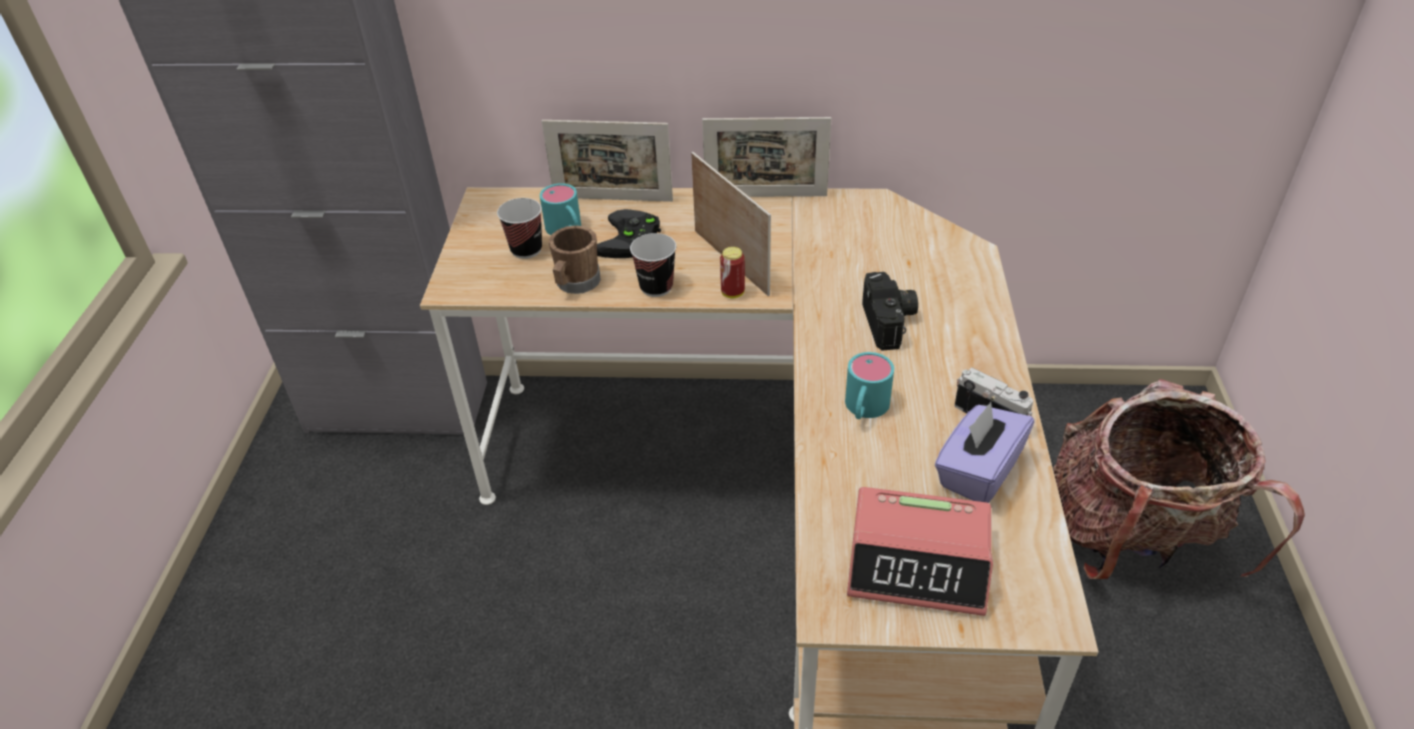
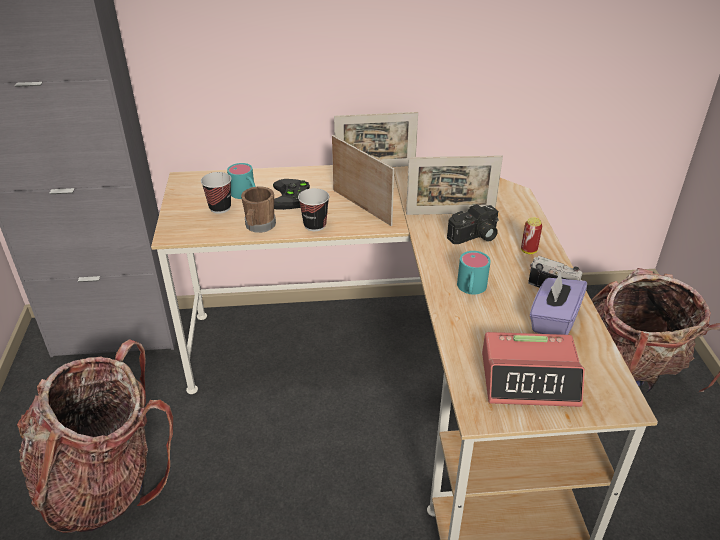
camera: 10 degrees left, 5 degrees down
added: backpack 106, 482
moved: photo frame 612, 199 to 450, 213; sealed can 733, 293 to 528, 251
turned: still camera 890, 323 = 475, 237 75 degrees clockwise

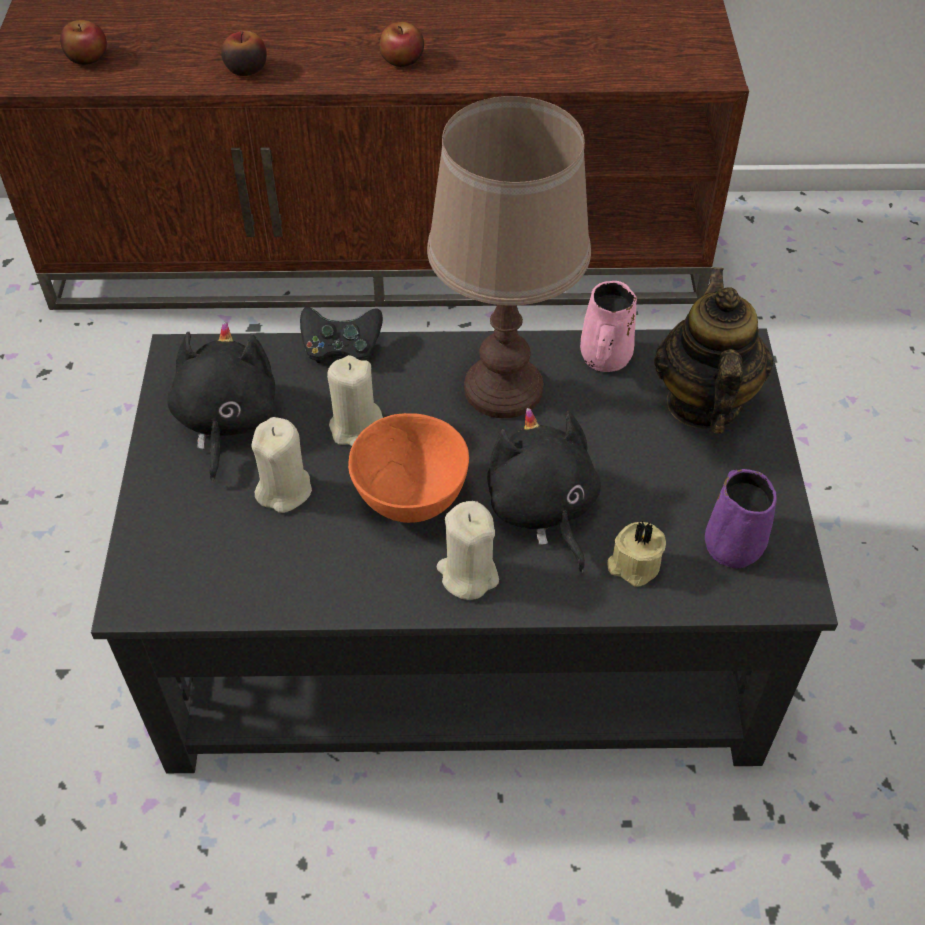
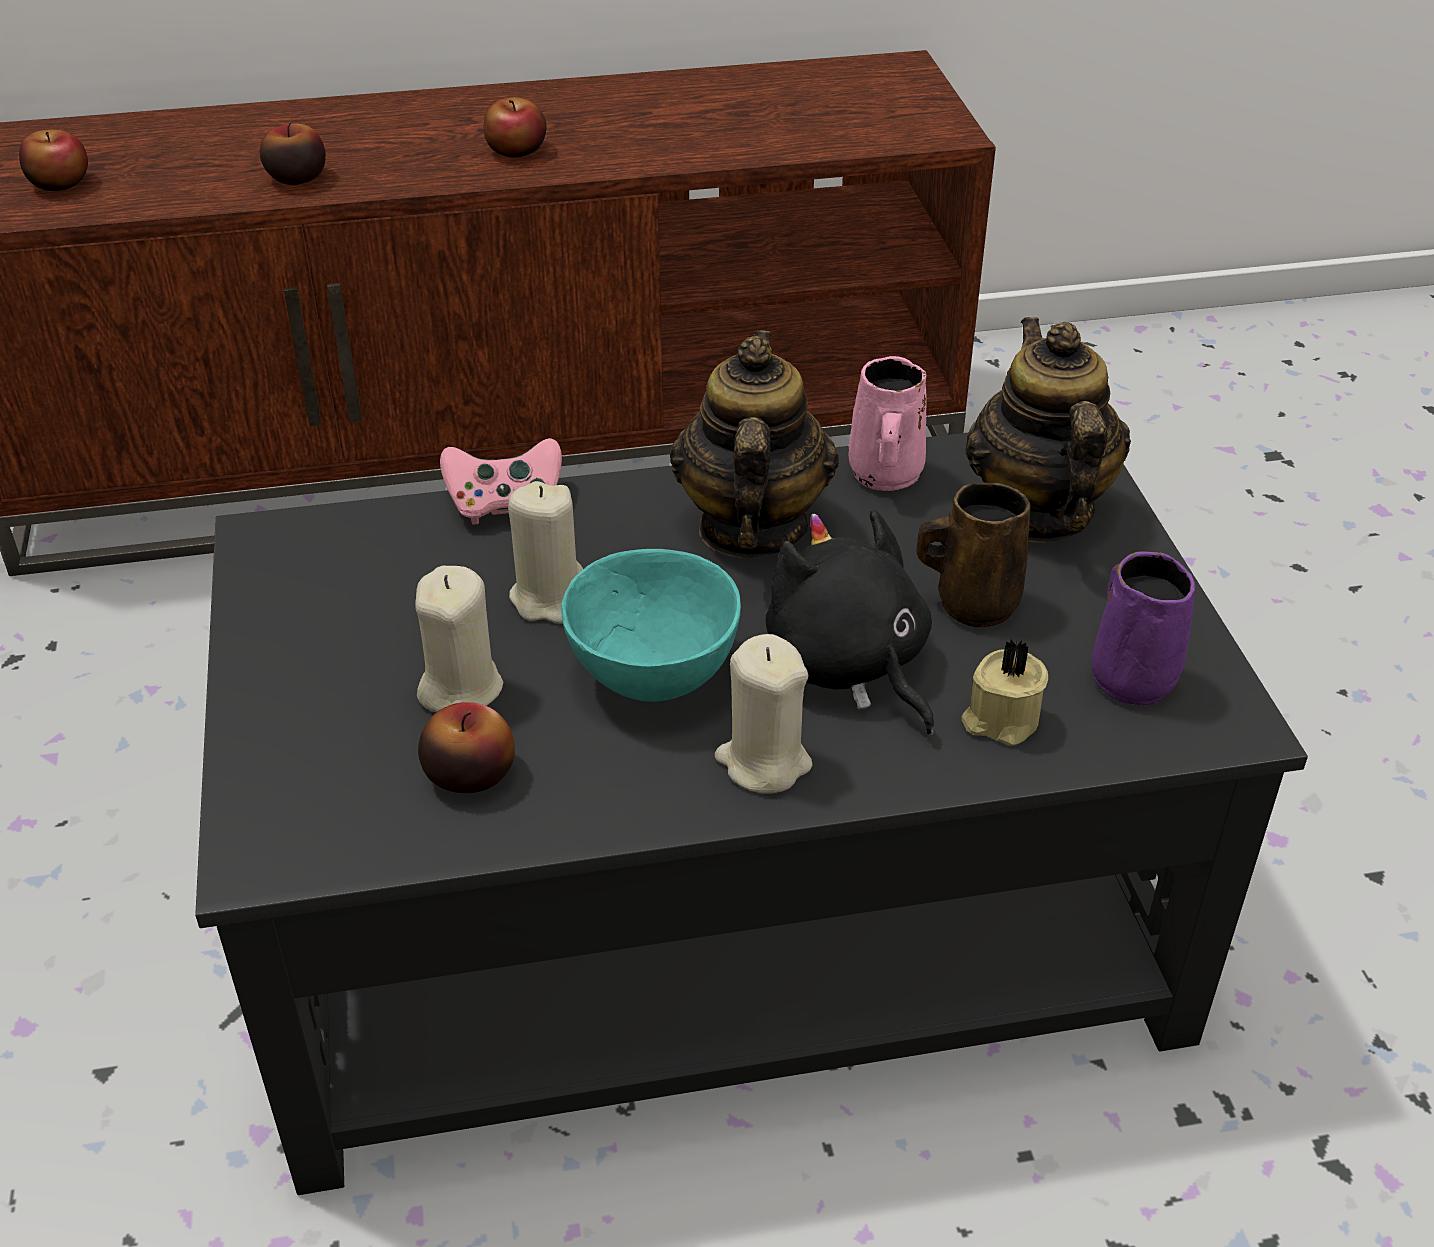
camera: 10 degrees left, 10 degrees down
removed: cuddly toy (blackish) 226, 421
added: whole apple 469, 773; tea mug (brown-coloured) 972, 603
replaced: table lamp (brown-coloured) 502, 389 to pot for tea 751, 527
recoloured: joypad (blackish) 341, 349 to joypad (pink-coloured) 504, 504; deep dish (orange) 410, 500 to deep dish (turquoise) 653, 678

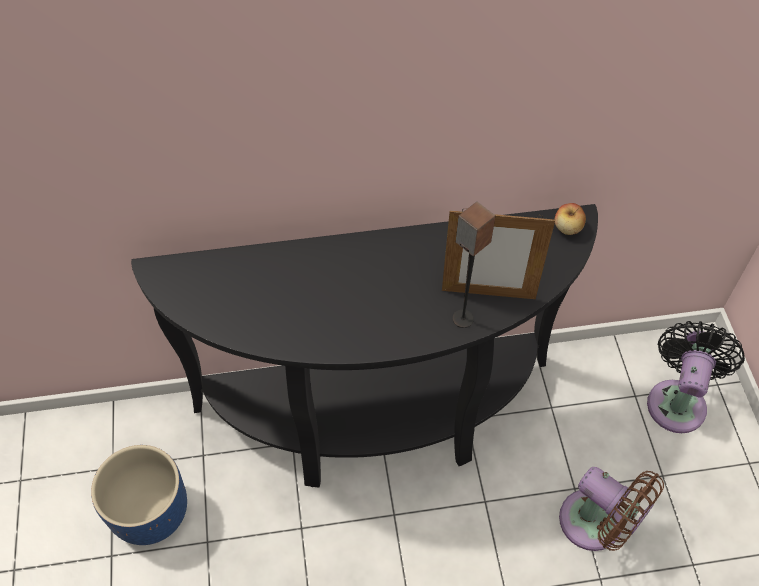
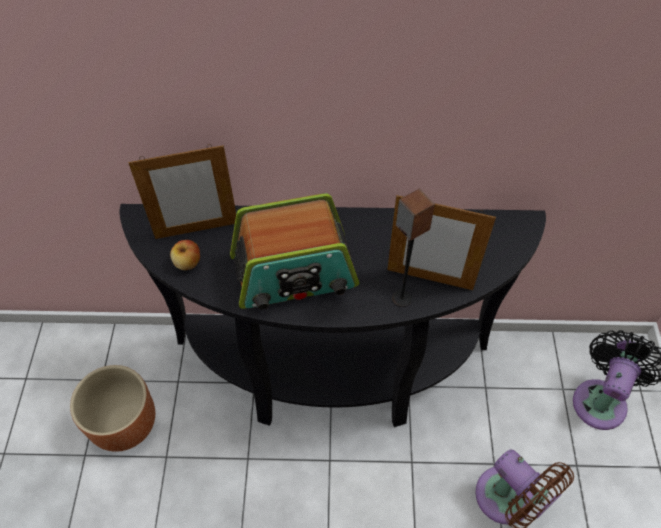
camera: 10 degrees right, 0 degrees up
added: photo frame 196, 230; radio 294, 272
moved: whole apple 567, 228 to 188, 263
recoloured: plant pot (bluish) 151, 512 to plant pot (brown-coloured) 125, 423

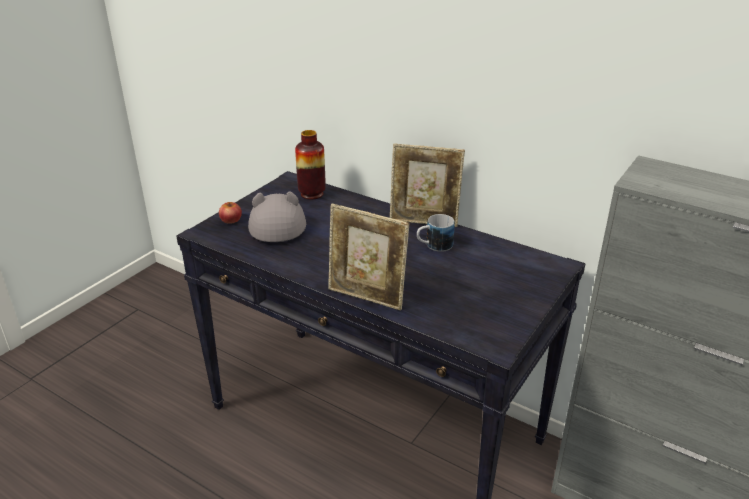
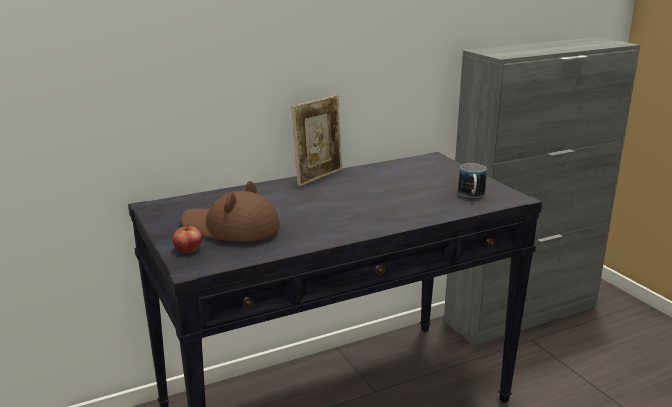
camera: 60 degrees left, 10 degrees down
removed: decorative vase 312, 194; photo frame 367, 297
moved: tea mug 433, 246 to 471, 195
recoloured: hat (greyish) 277, 222 to hat (brown-coloured) 230, 228

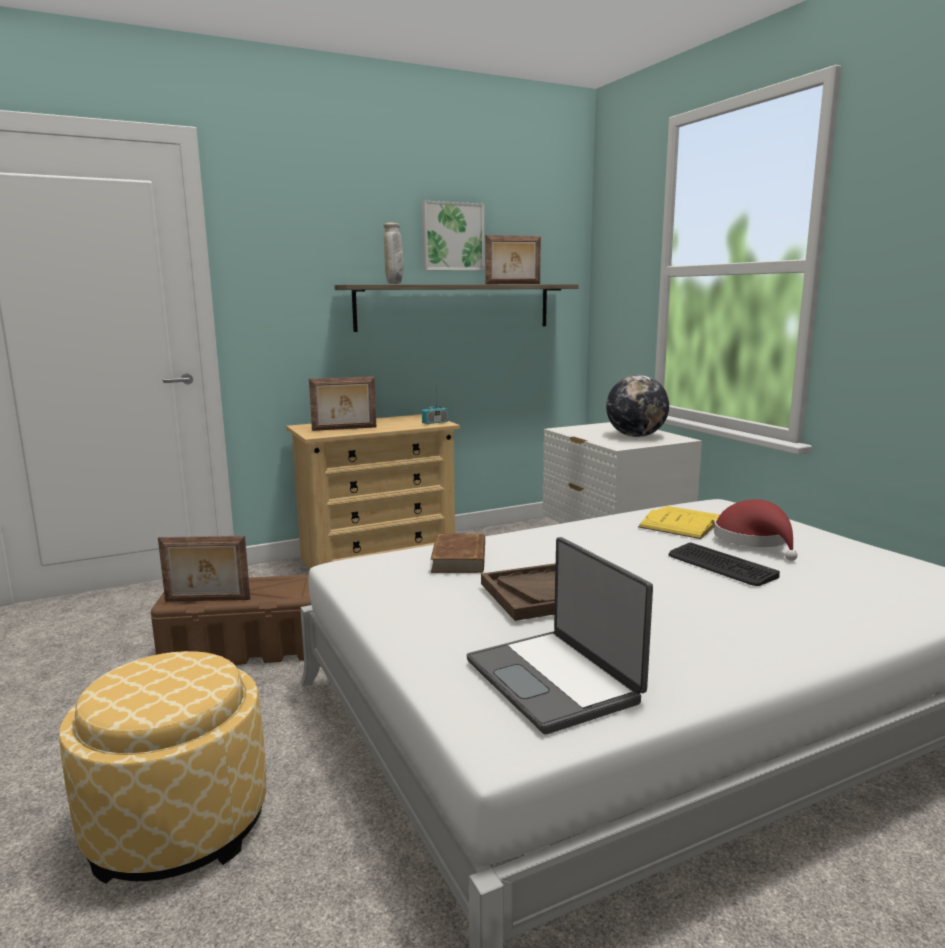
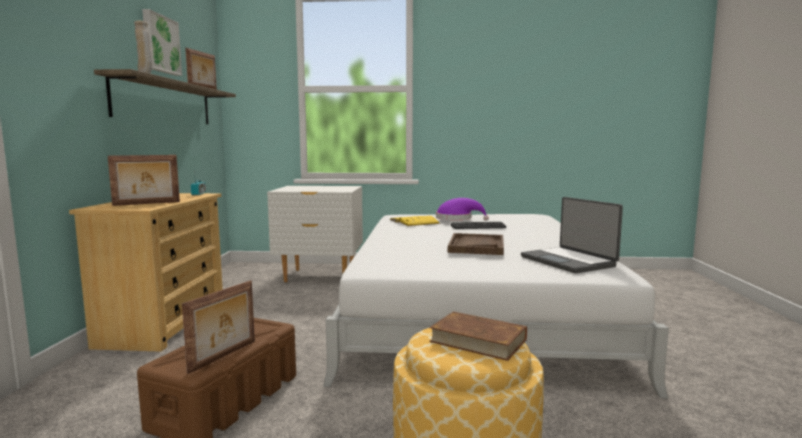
camera: 60 degrees left, 5 degrees down
removed: globe 635, 436
moved: volume (brown-coloured) 460, 558 to 477, 340
recoloured: hat (red-coloured) 754, 540 to hat (purple) 457, 219
turned: photo frame 344, 429 = 147, 203 45 degrees clockwise; portable computer 555, 680 = 569, 261 60 degrees clockwise

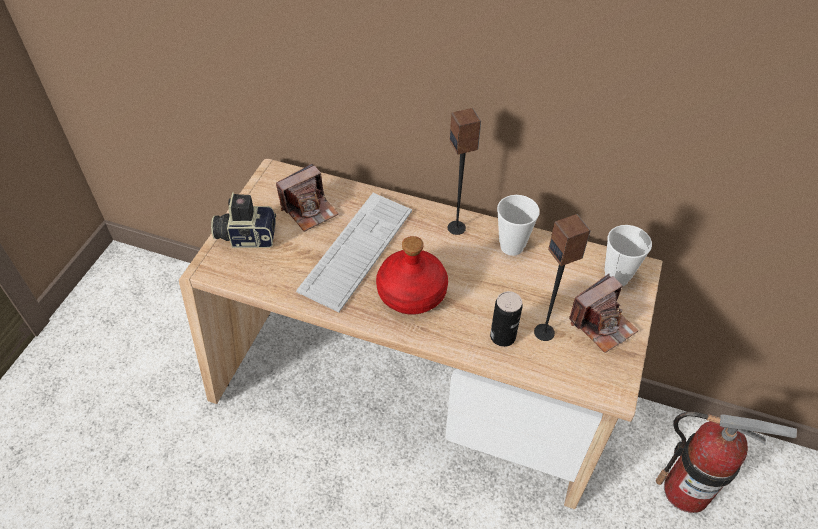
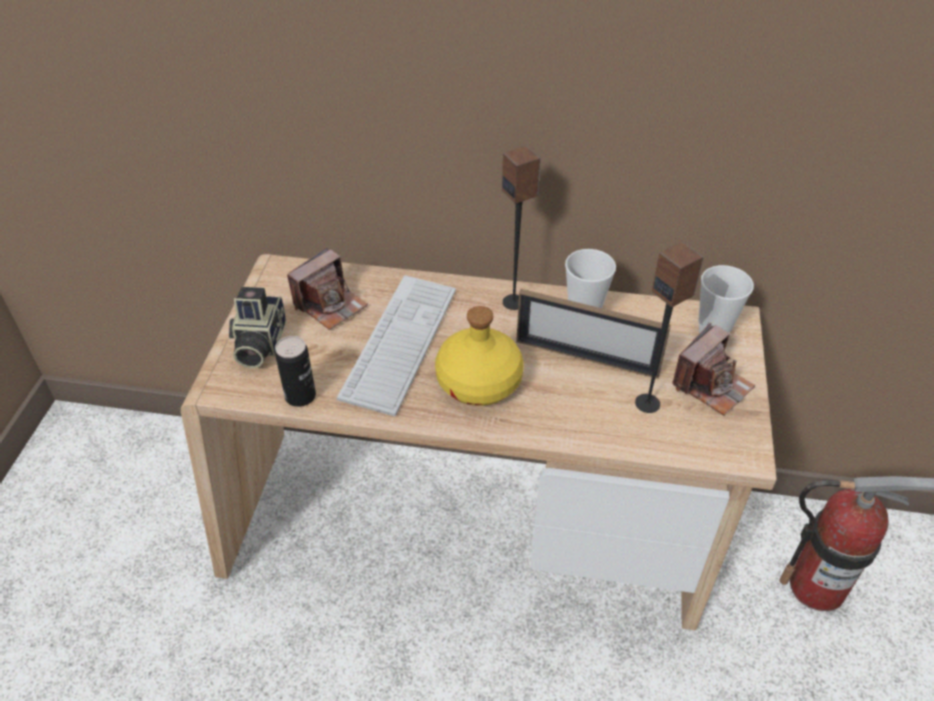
camera: 10 degrees left, 5 degrees down
added: photo frame 586, 358
moved: sealed can 502, 336 to 300, 396
recoloured: bottle (red-coloured) 411, 293 to bottle (yellow-coloured) 478, 382
turned: still camera 246, 235 = 258, 344 75 degrees counterclockwise

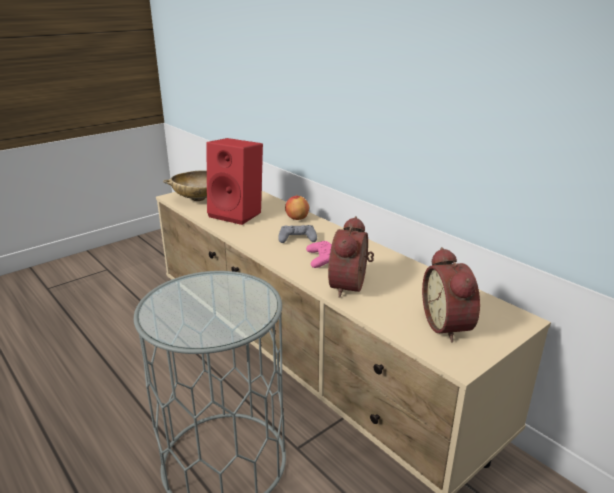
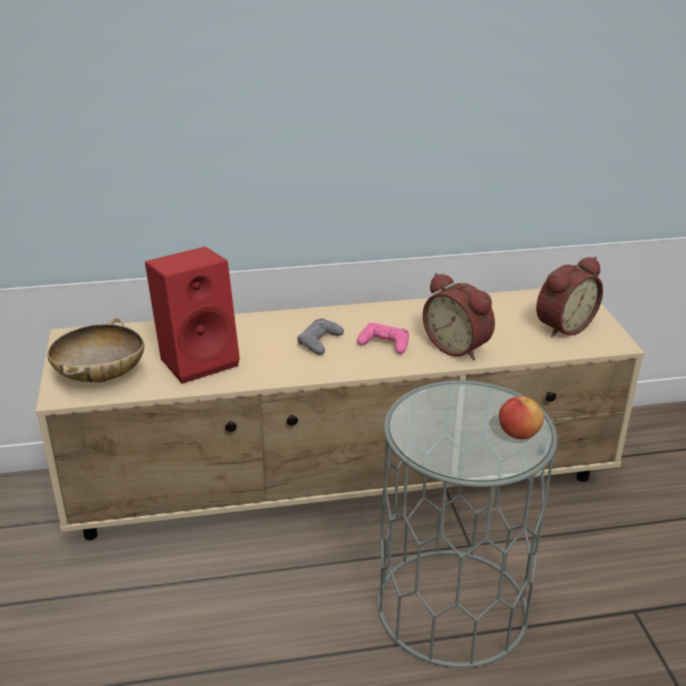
camera: 60 degrees left, 5 degrees up
moved: whole apple 297, 218 to 518, 434
turned: bedside clock 449, 325 = 562, 326 60 degrees counterclockwise

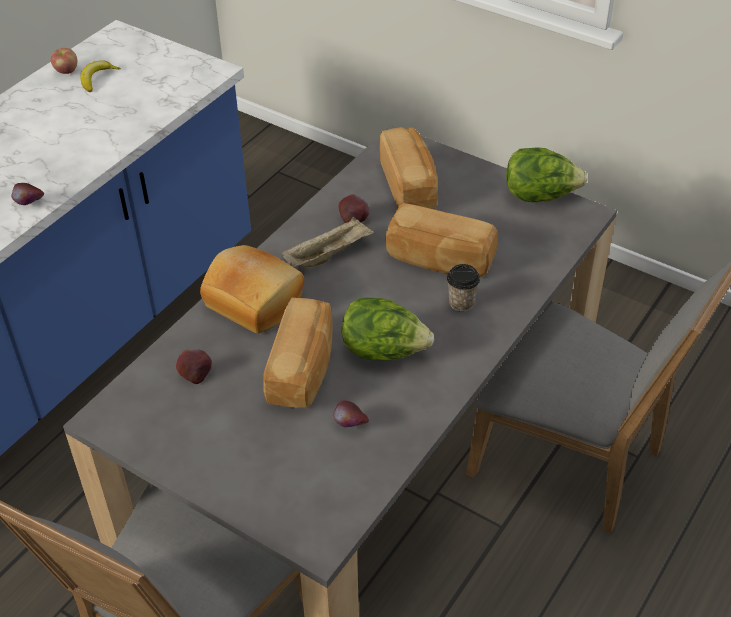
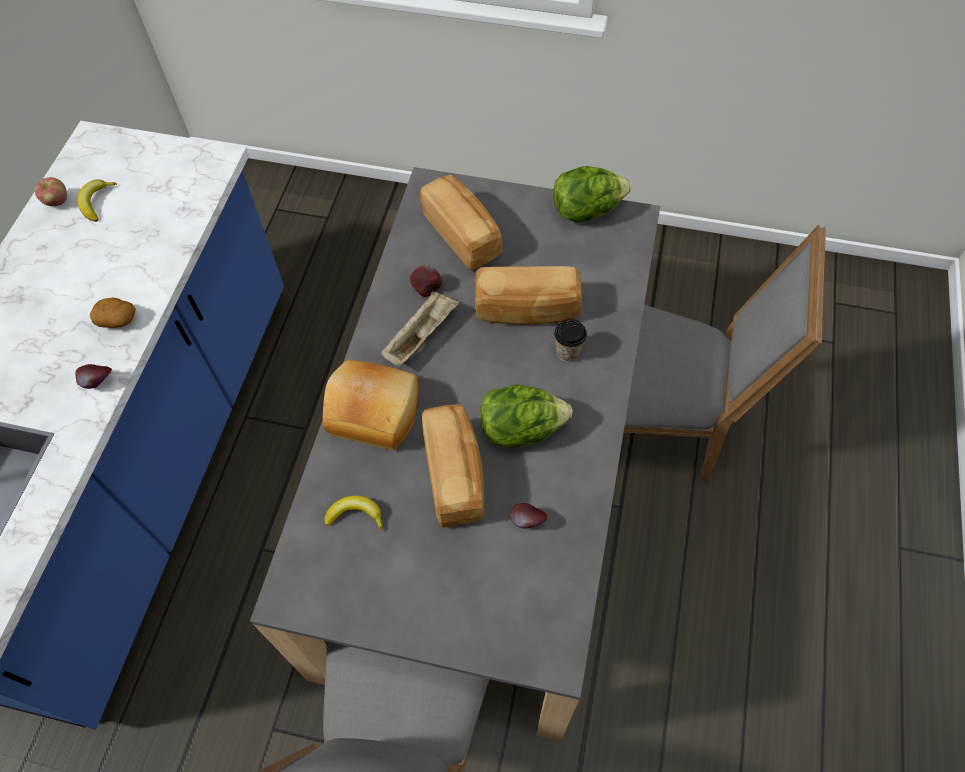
camera: 20 degrees left, 15 degrees up
added: spud 118, 319
replaced: whole apple 196, 374 to whole banana 355, 515

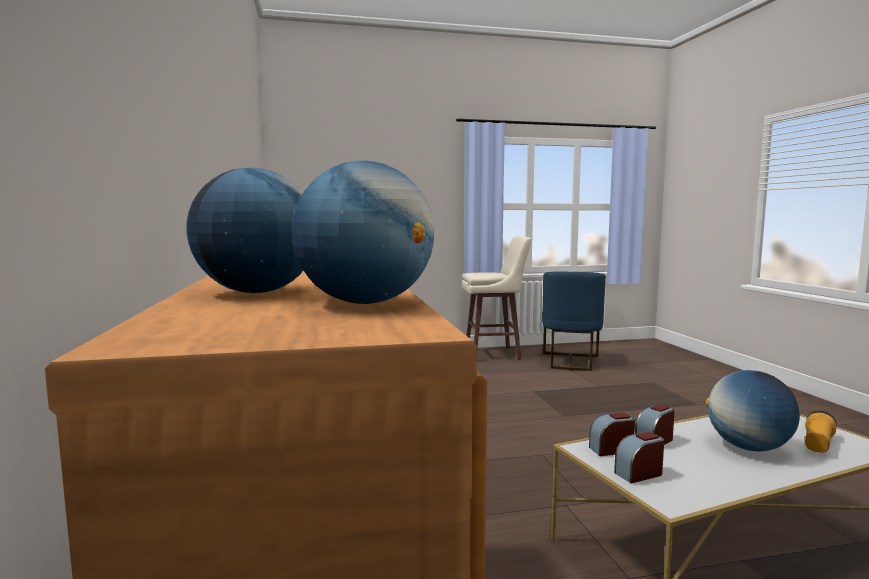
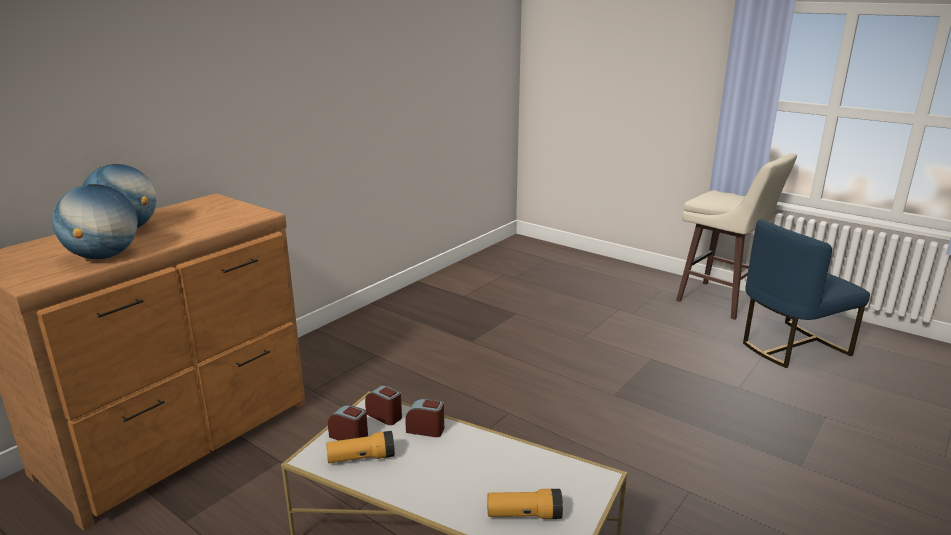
camera: 50 degrees right, 15 degrees up
removed: globe 748, 447
added: torch 361, 458

